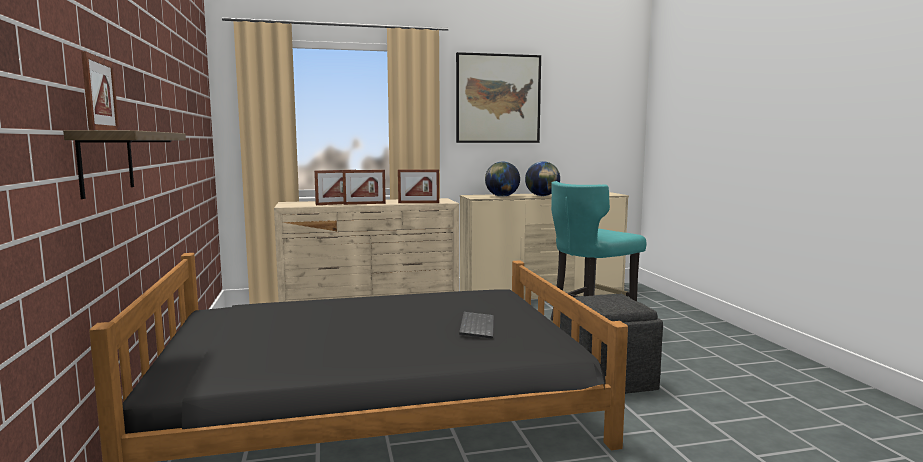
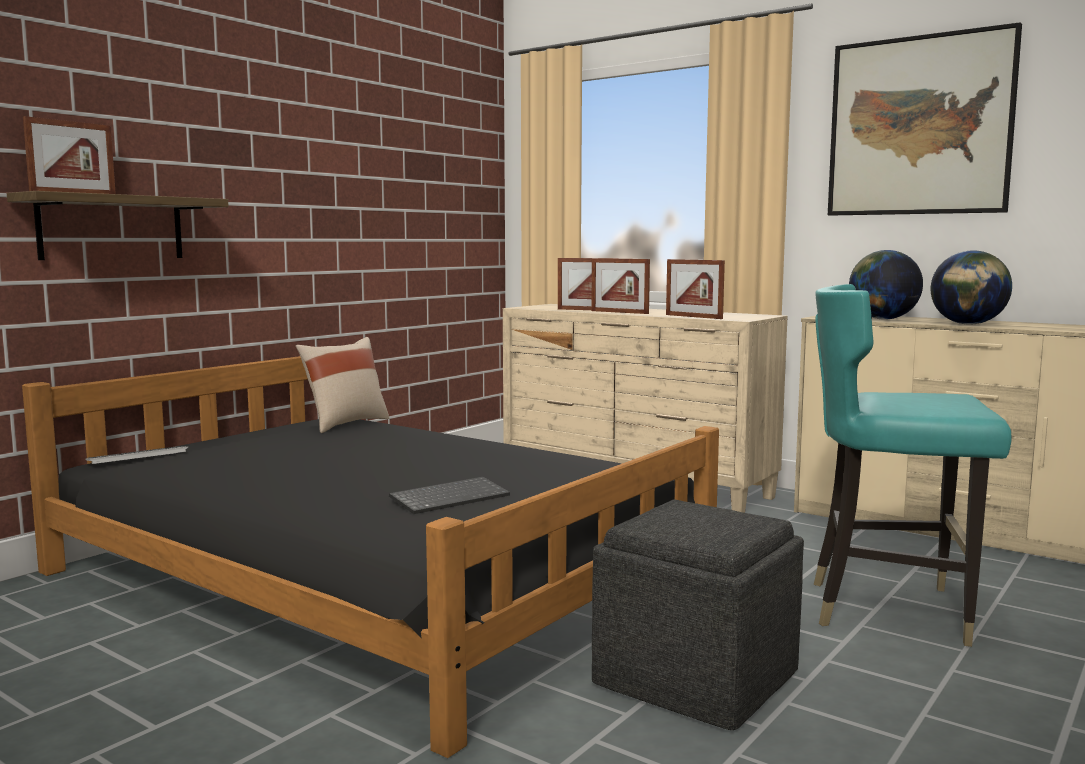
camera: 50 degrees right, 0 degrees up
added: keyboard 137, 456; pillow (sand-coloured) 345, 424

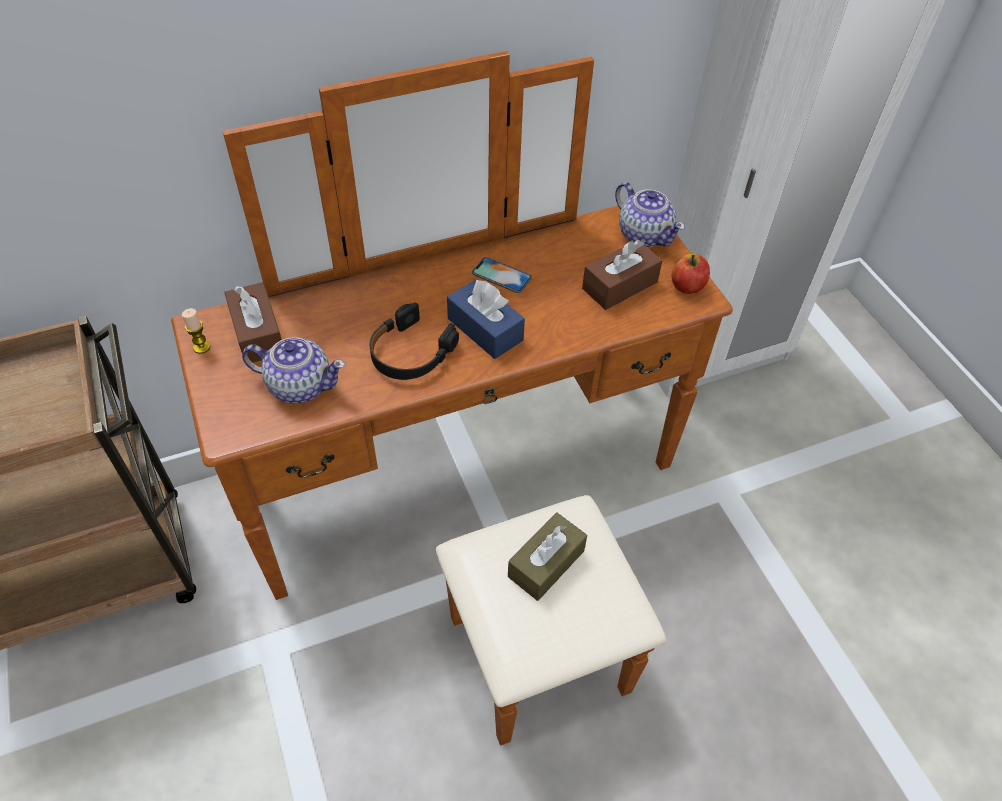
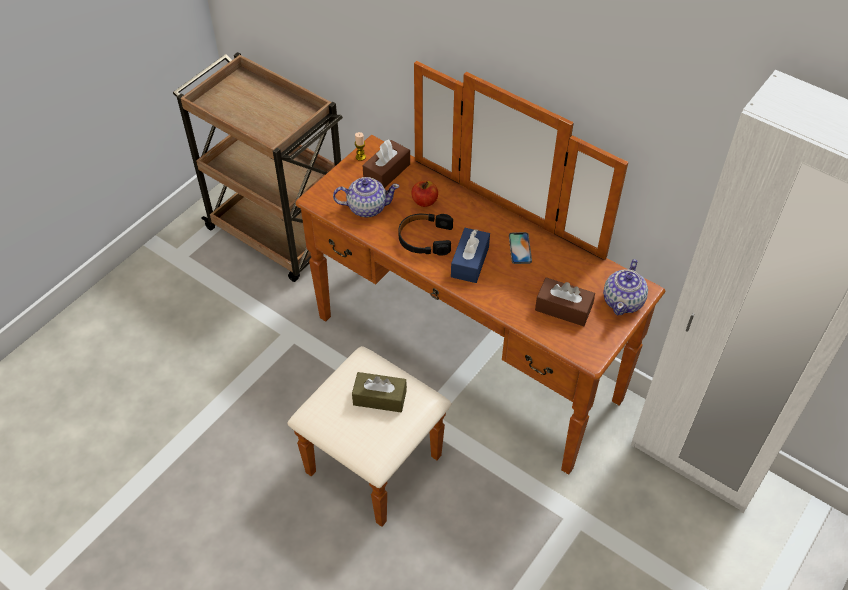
camera: 60 degrees right, 0 degrees up
moved: whole apple 687, 286 to 424, 201
turned: pot for tea 299, 385 = 366, 207 75 degrees counterclockwise

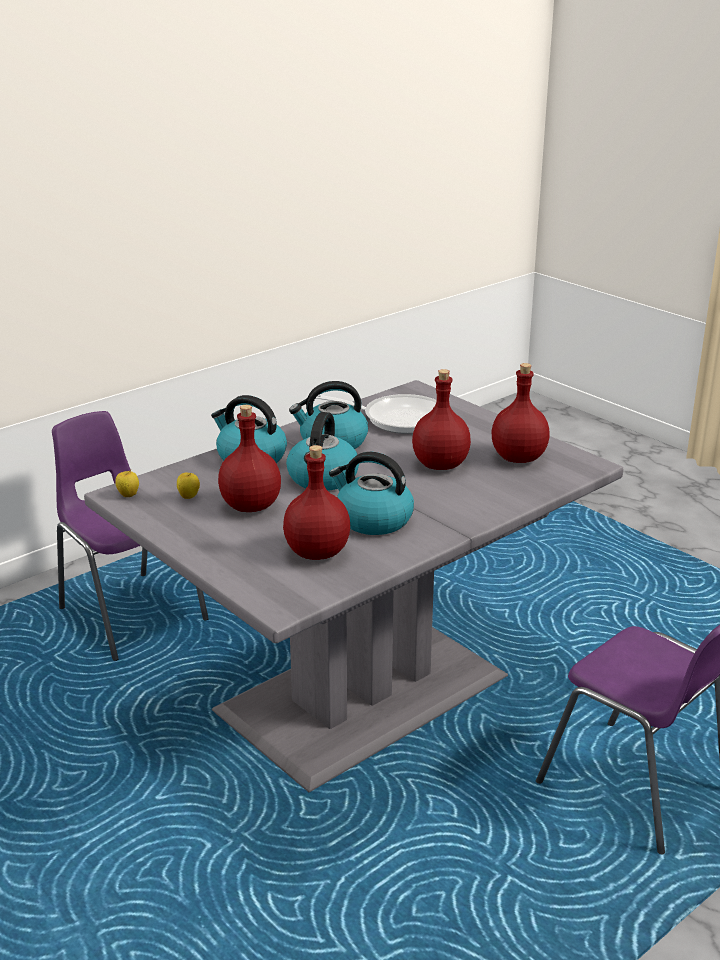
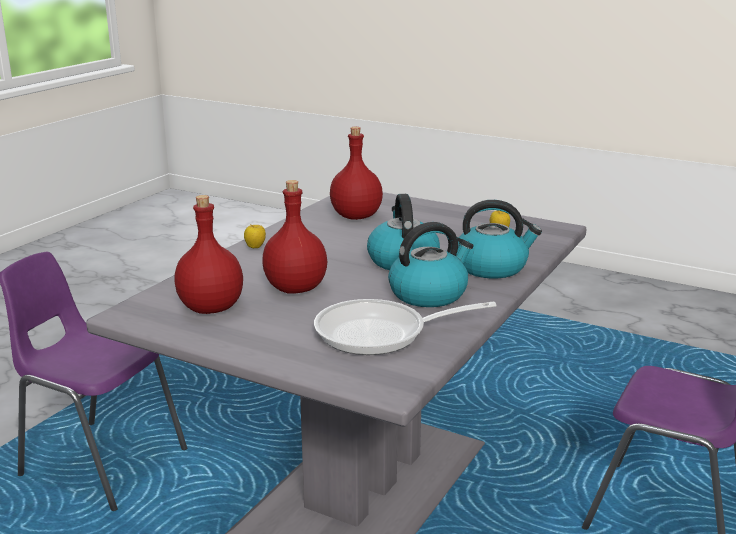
camera: 160 degrees right, 5 degrees down
removed: bottle (red-coloured) 251, 505; tea kettle 372, 520
moved: whole apple 128, 495 to 255, 248

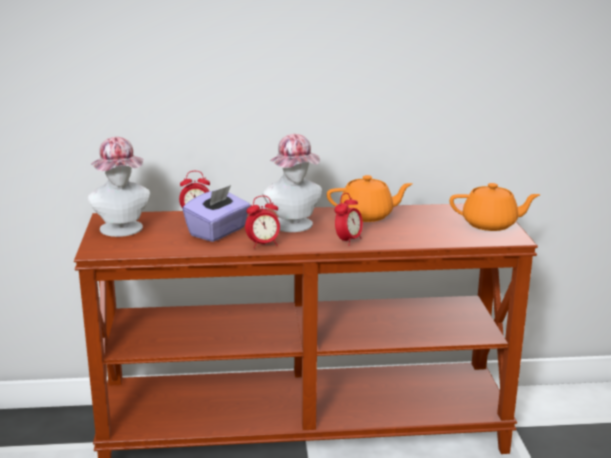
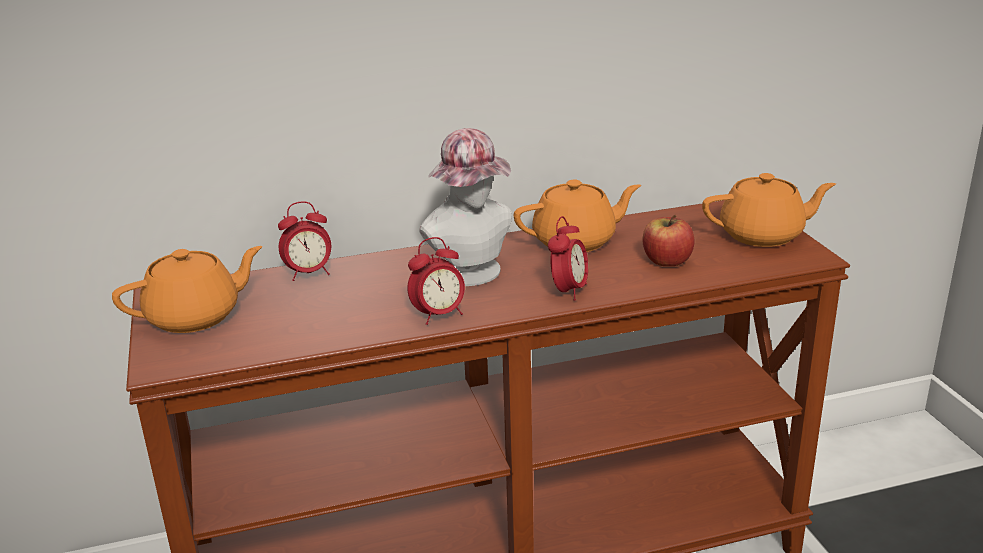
camera: 10 degrees left, 5 degrees up
removed: tissue holder (purple) 218, 232
added: whole apple 667, 261
replaced: hat 122, 230 to pot for tea (orange) 195, 317

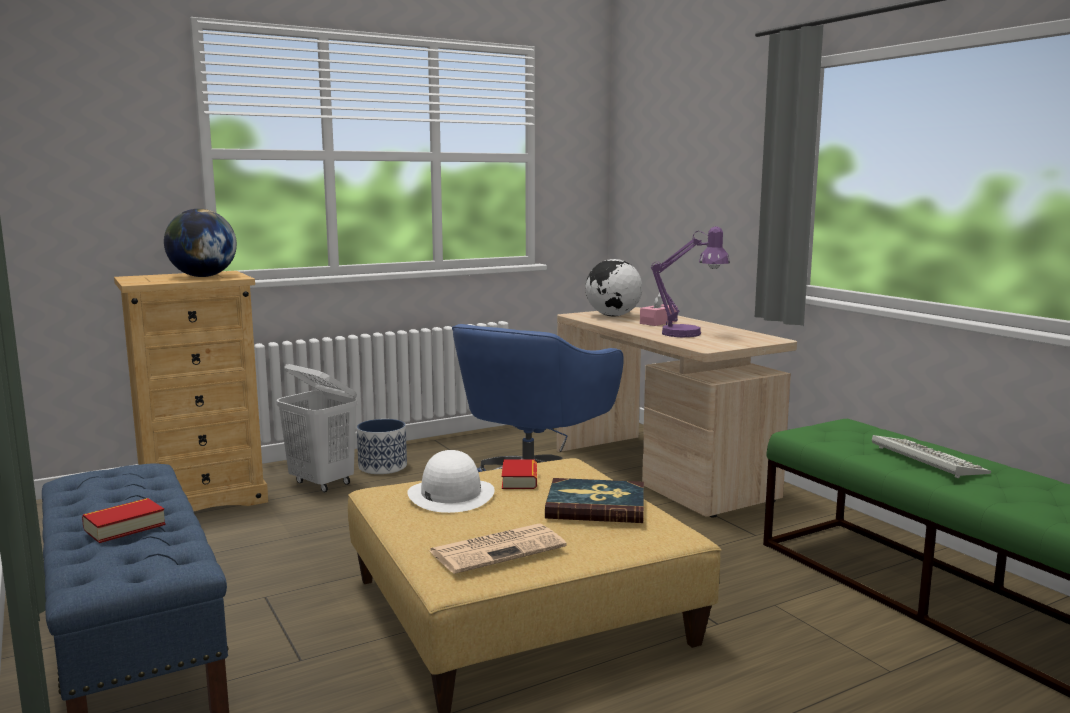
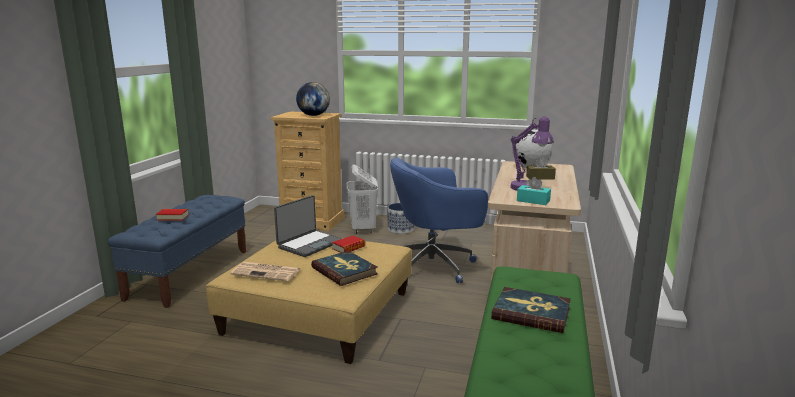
camera: 45 degrees right, 5 degrees up
added: tissue holder (turquoise) 533, 201
replaced: hat (white-coloured) 451, 494 to portable computer 309, 244; keyboard 924, 460 to volume 531, 313
recoloured: tissue holder (pink-coloured) 658, 322 to tissue holder (brown-coloured) 540, 177

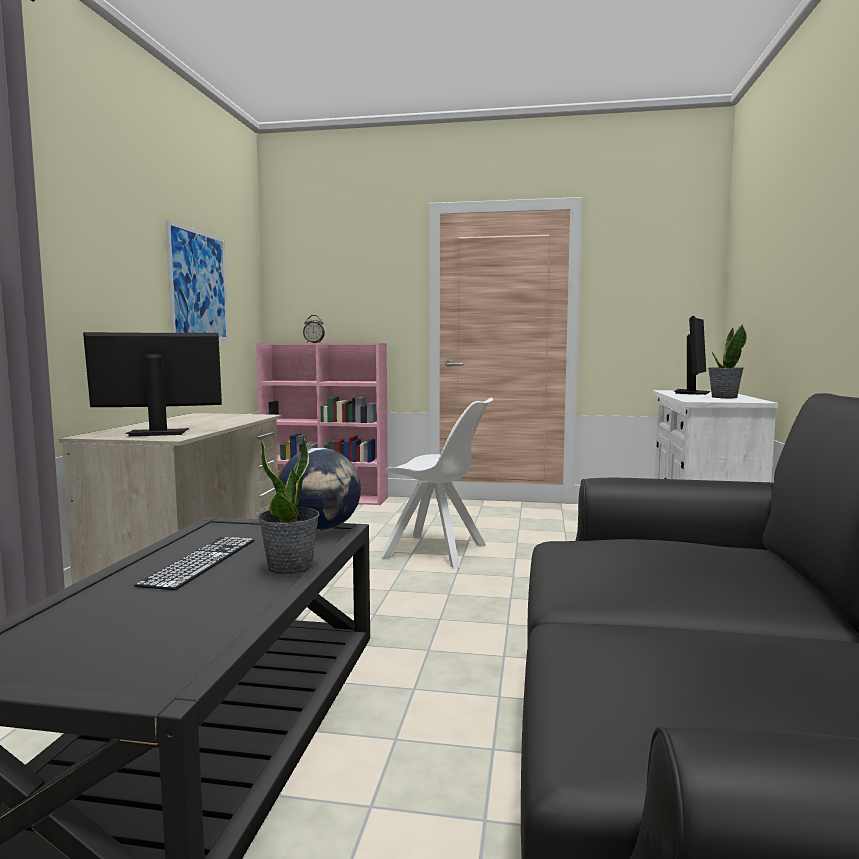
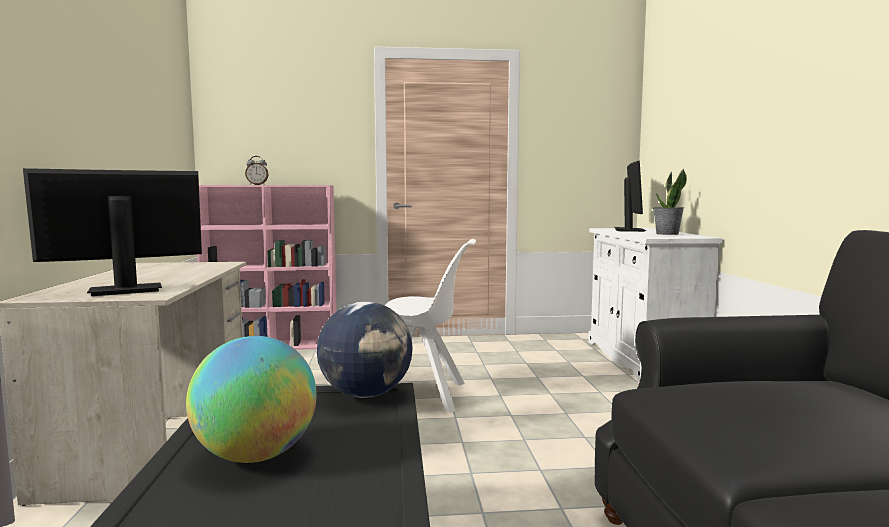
camera: 15 degrees left, 0 degrees up
removed: wall picture 198, 285; plant in a pot 290, 567
replaced: keyboard 200, 561 to globe 255, 456

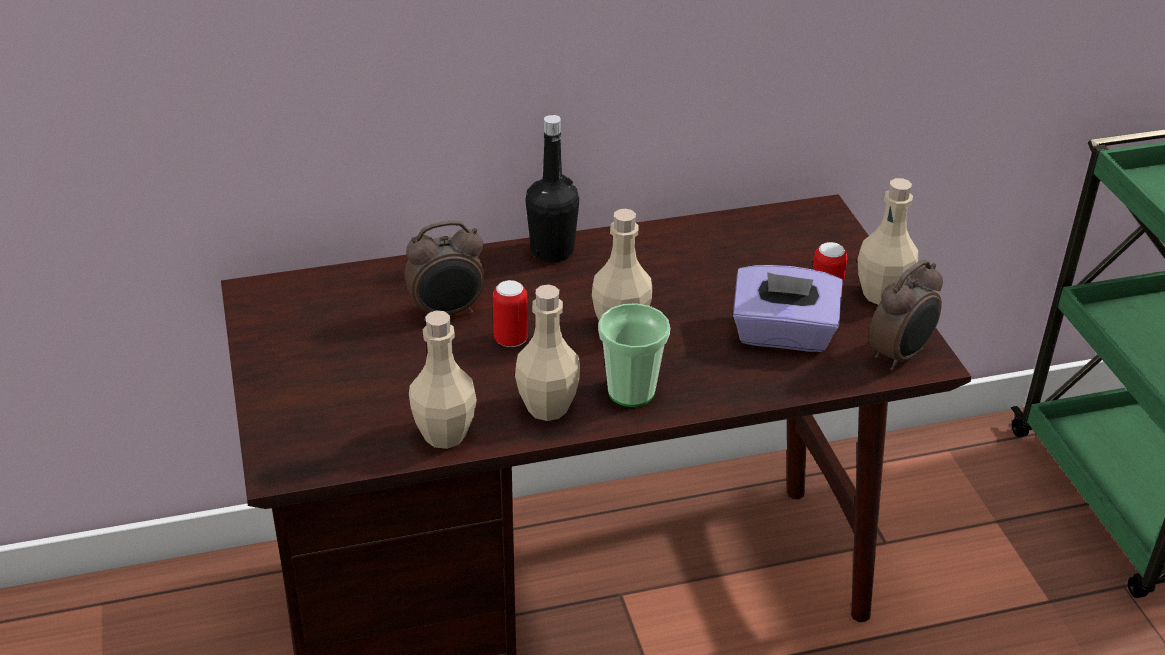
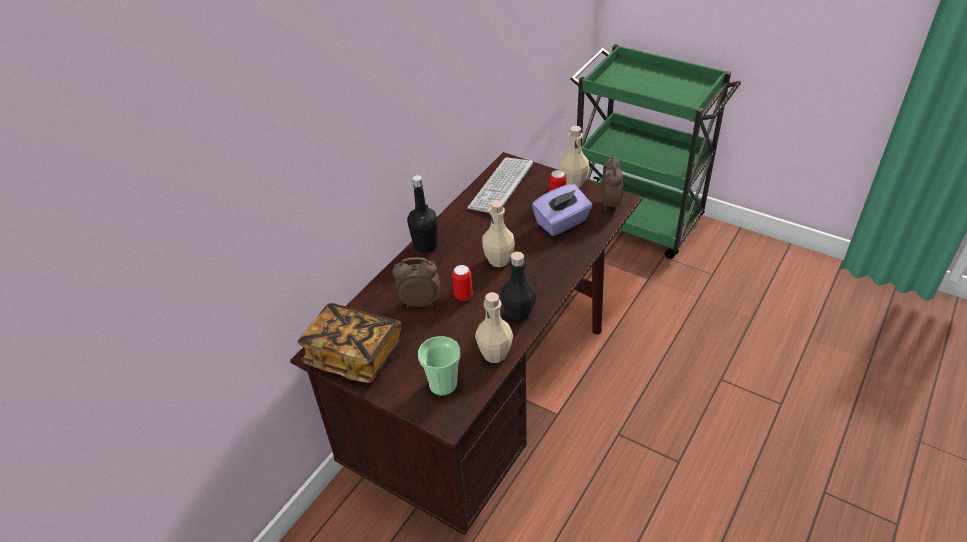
camera: 40 degrees left, 5 degrees up
added: volume 354, 355; keyboard 501, 186
moved: small cup 631, 392 to 443, 385
recoloured: bottle (sand-coloured) 547, 407 to bottle (blackish) 518, 313
turned: bedside clock 447, 312 = 420, 302 120 degrees counterclockwise

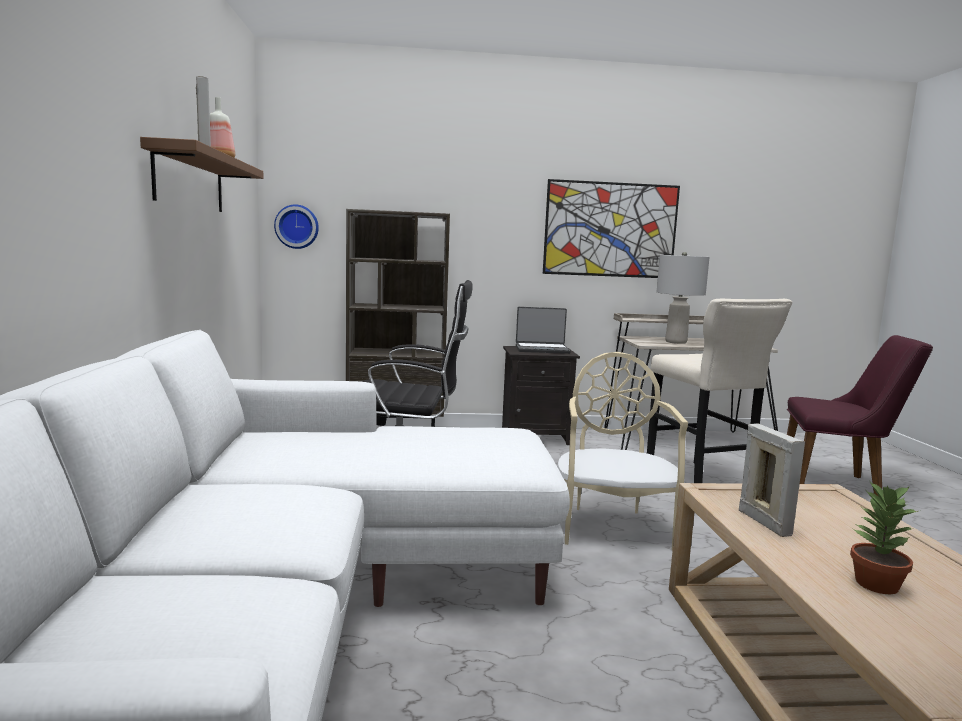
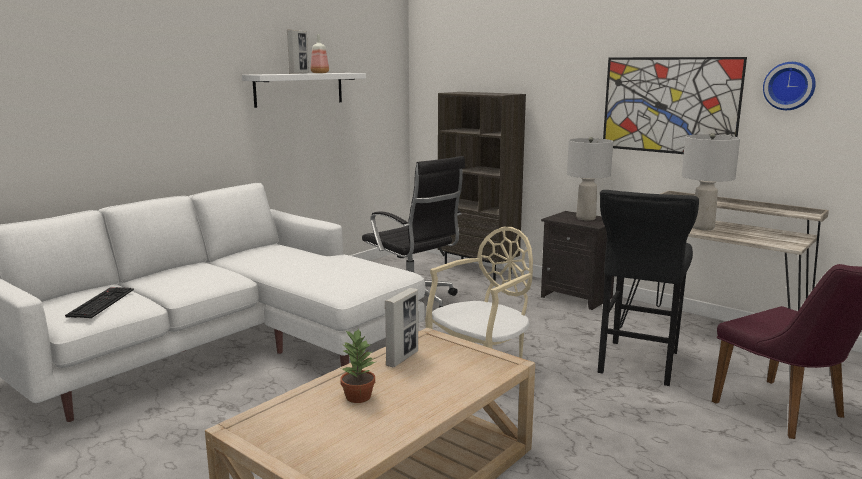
camera: 45 degrees right, 5 degrees up
added: keyboard 100, 302
moved: wall clock 297, 226 to 789, 86
replaced: portable computer 542, 349 to table lamp (greyish) 586, 218
recoloured: wall shelf (brown-coloured) 190, 181 to wall shelf (white-coloured) 299, 89; stool seat (sand-coloured) 701, 481 to stool seat (blackish) 637, 365

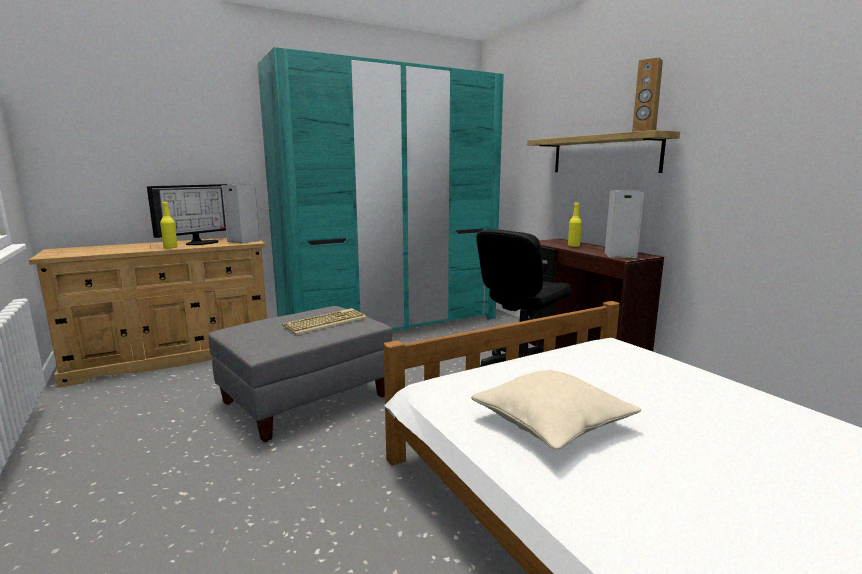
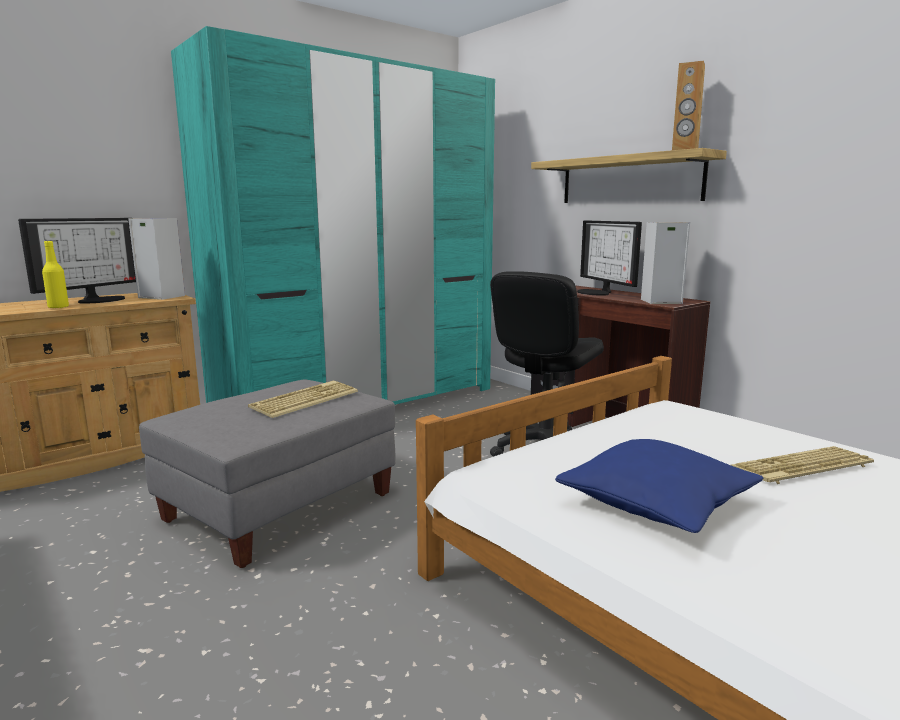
camera: 10 degrees left, 0 degrees up
added: keyboard 802, 467
replaced: bottle (yellow-coloured) 573, 246 to computer display 597, 292
recoloured: pillow (sand-coloured) 551, 423 to pillow (bluish) 656, 504

